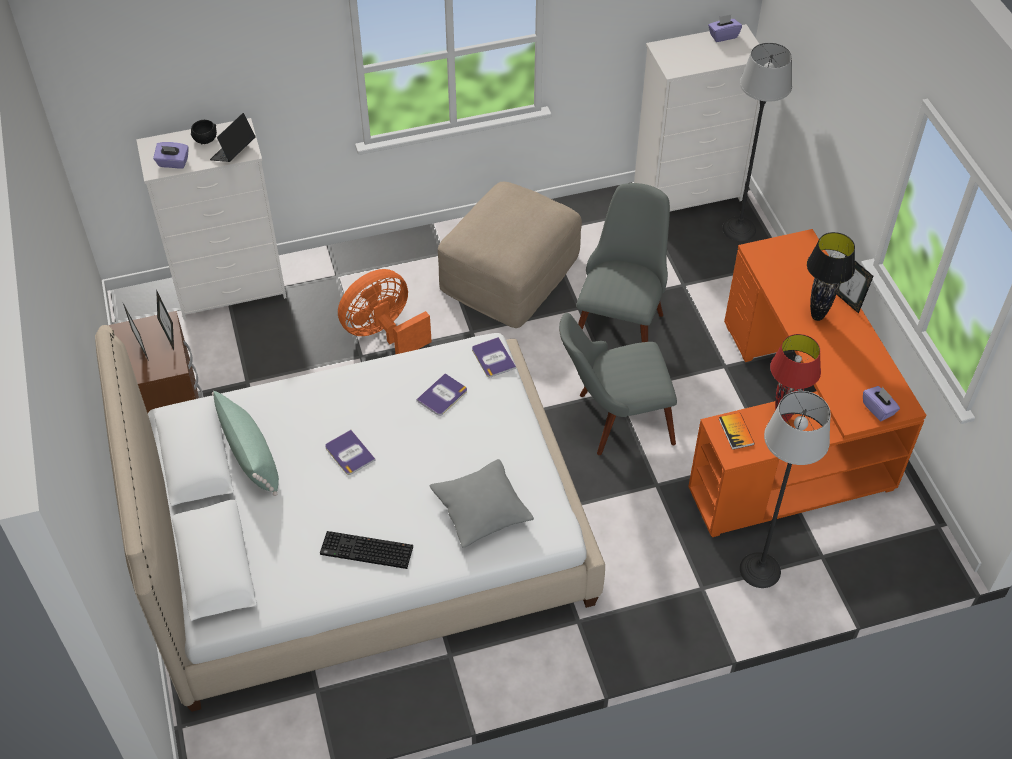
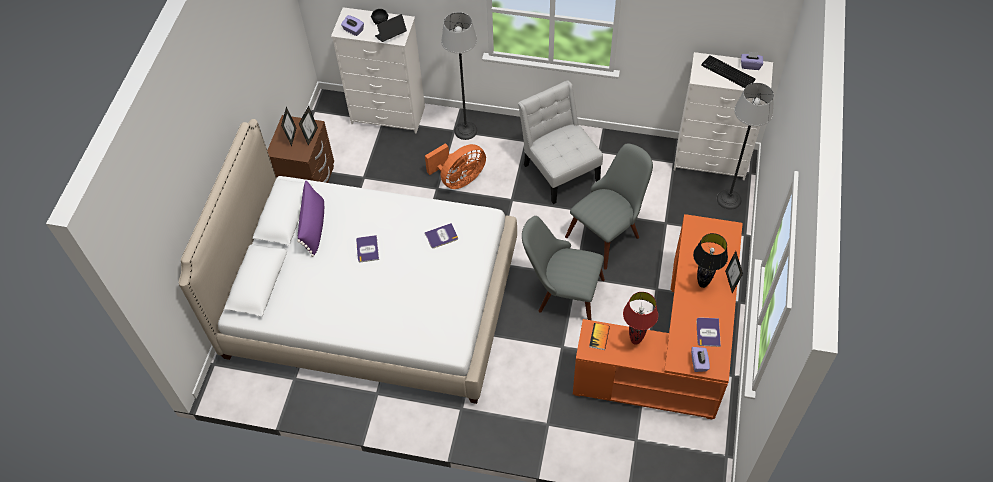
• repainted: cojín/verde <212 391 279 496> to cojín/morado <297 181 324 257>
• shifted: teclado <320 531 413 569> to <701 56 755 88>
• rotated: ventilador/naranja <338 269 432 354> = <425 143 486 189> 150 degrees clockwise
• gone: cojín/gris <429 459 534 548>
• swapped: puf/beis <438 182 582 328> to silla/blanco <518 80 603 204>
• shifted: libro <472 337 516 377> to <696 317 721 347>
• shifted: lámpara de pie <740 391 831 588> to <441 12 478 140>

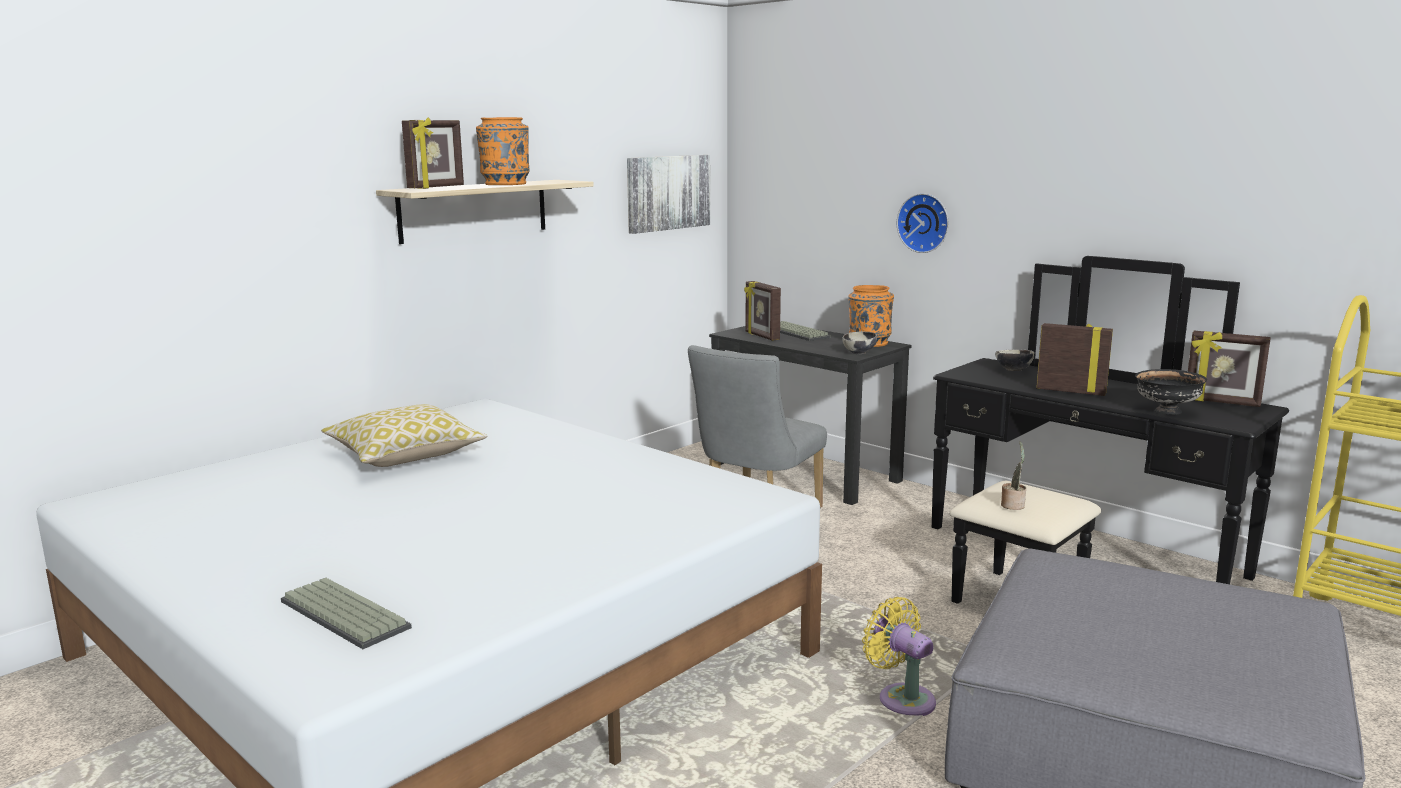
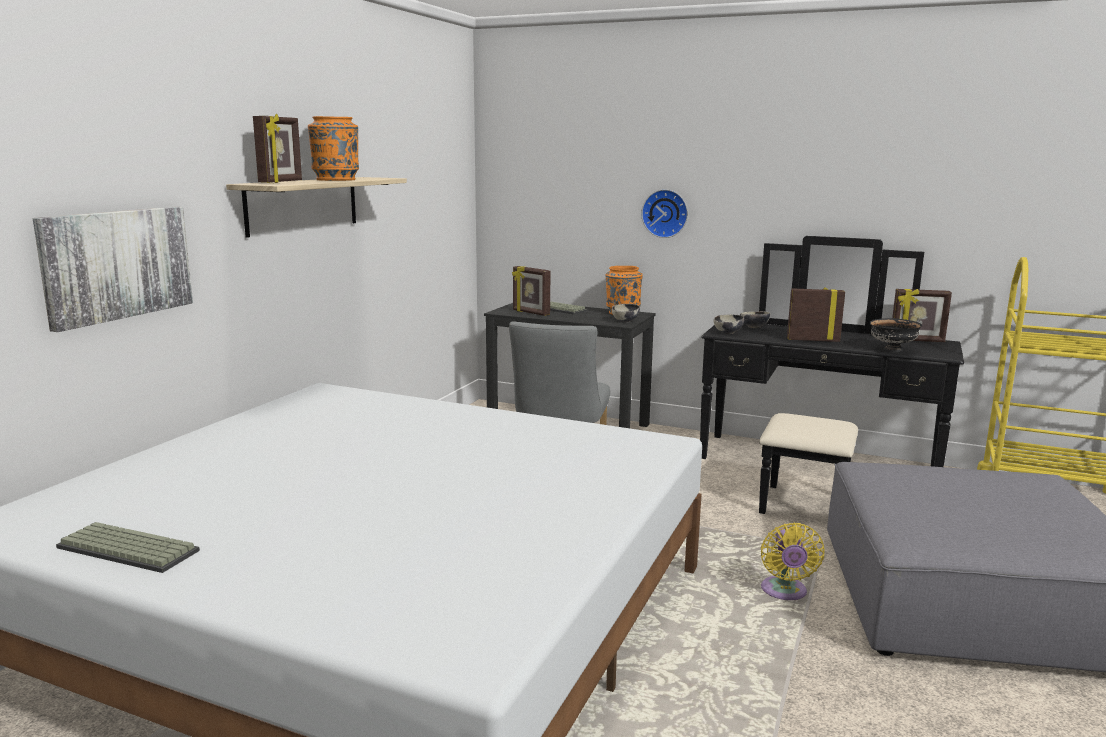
• shifted: teclado <281 578 412 649> to <56 522 200 573>
• gone: cojín <321 404 487 467>
• shifted: cuadro <627 155 710 234> to <33 207 193 332>
• rotated: ventilador/amarillo <862 597 936 716> = <761 522 824 600> 120 degrees counterclockwise
• gone: planta en maceta <1001 441 1026 510>
• new: cuenco <714 314 744 334>

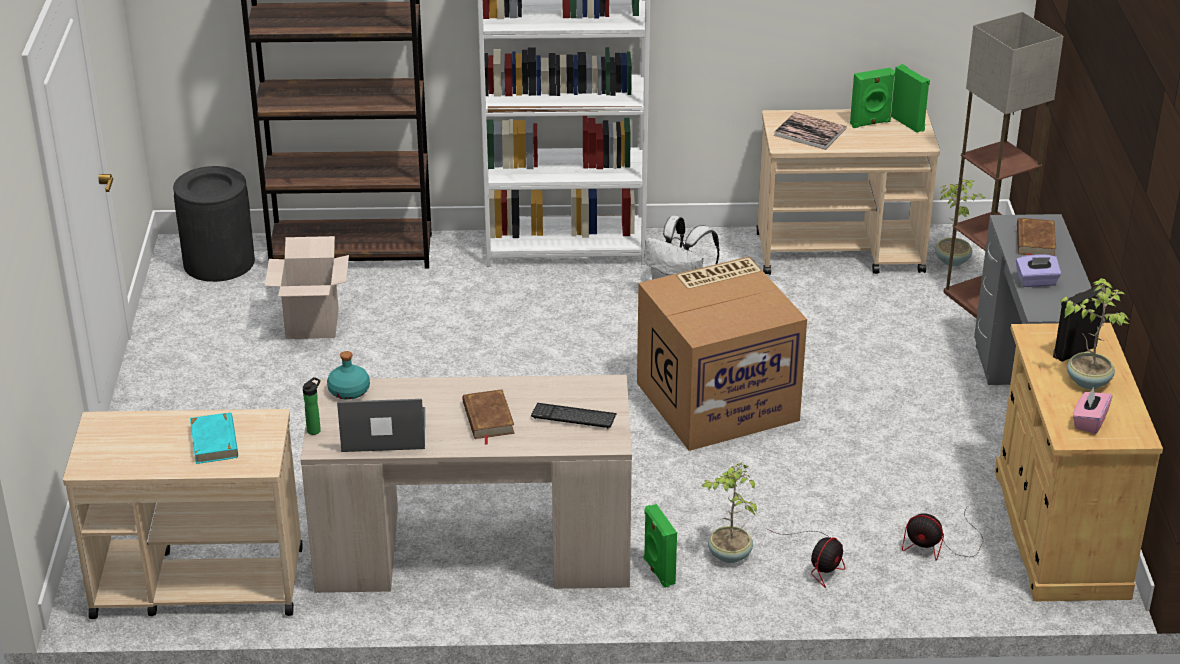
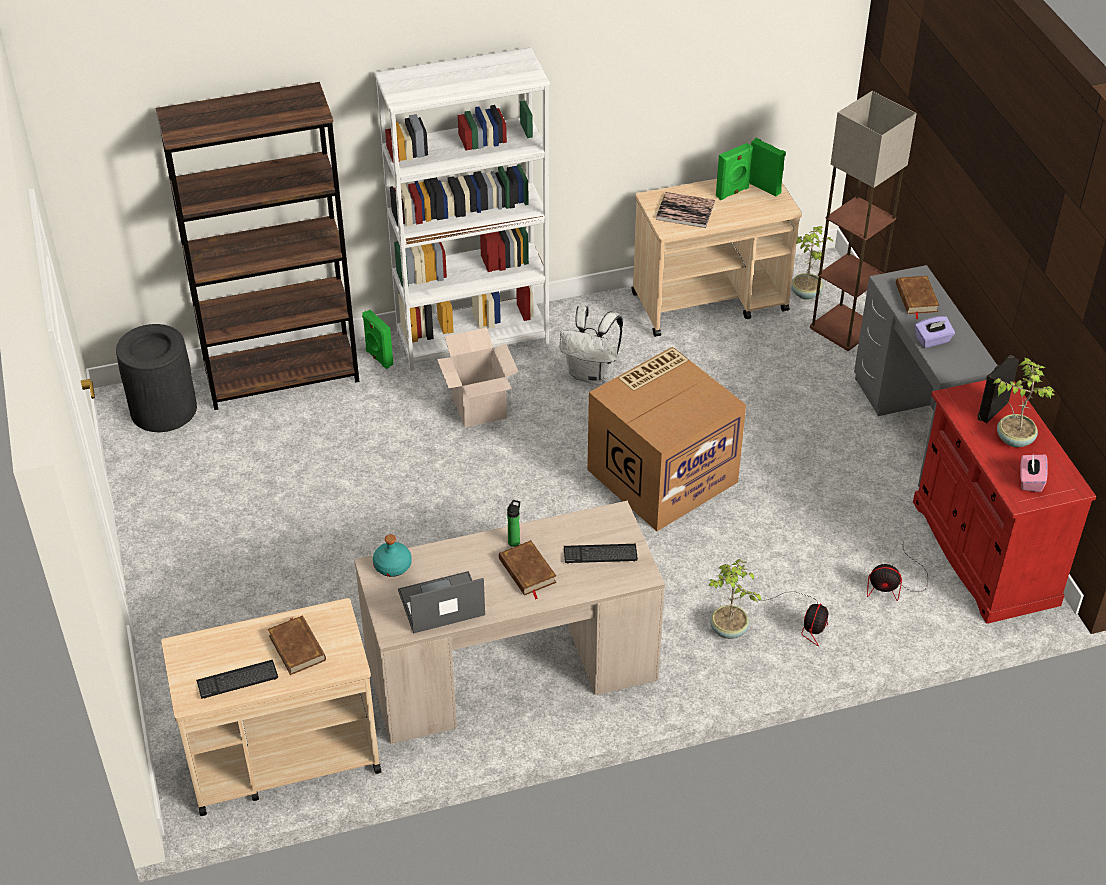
• repainted: libro/turquesa <190 412 238 464> to libro/marrón <268 616 326 675>
• shifted: caja de cartón <265 236 349 339> to <437 328 519 427>
• shifted: botella <303 377 321 435> to <507 500 520 547>
• shifted: altavoz/verde <644 504 677 588> to <362 310 393 369>
• repainted: armario/beis <995 323 1163 601> to armario/rojo <913 380 1096 624>
• new: teclado <196 660 278 699>

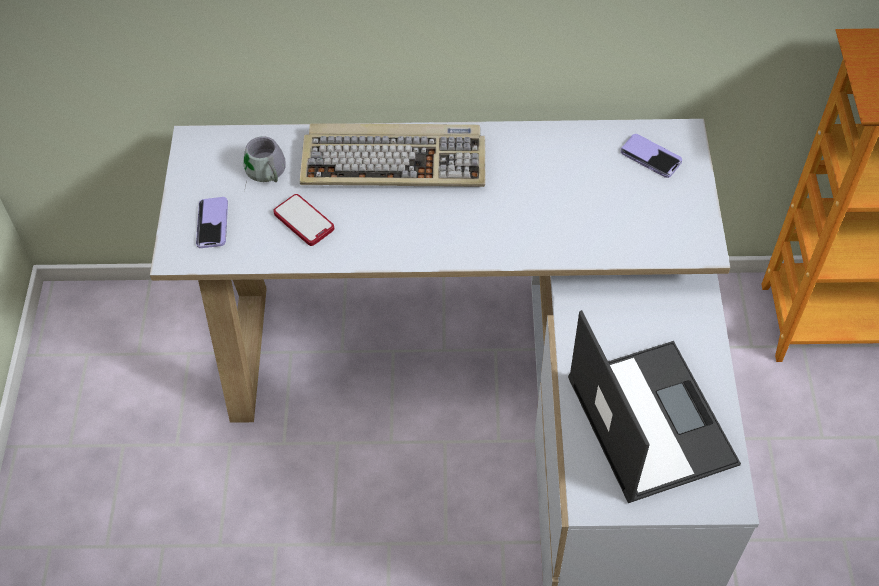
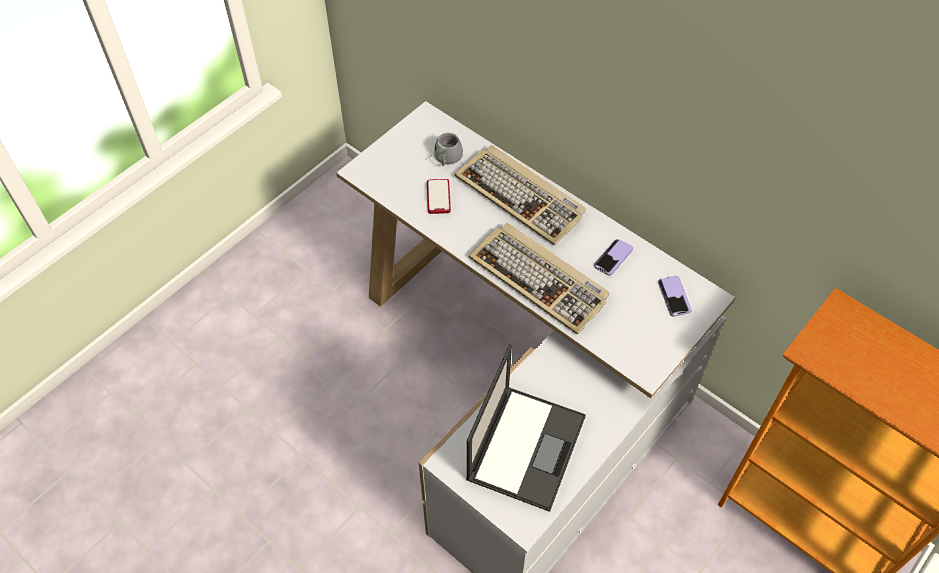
• shifted: móvil <196 197 228 248> to <594 239 633 275>
• new: teclado <469 223 609 334>

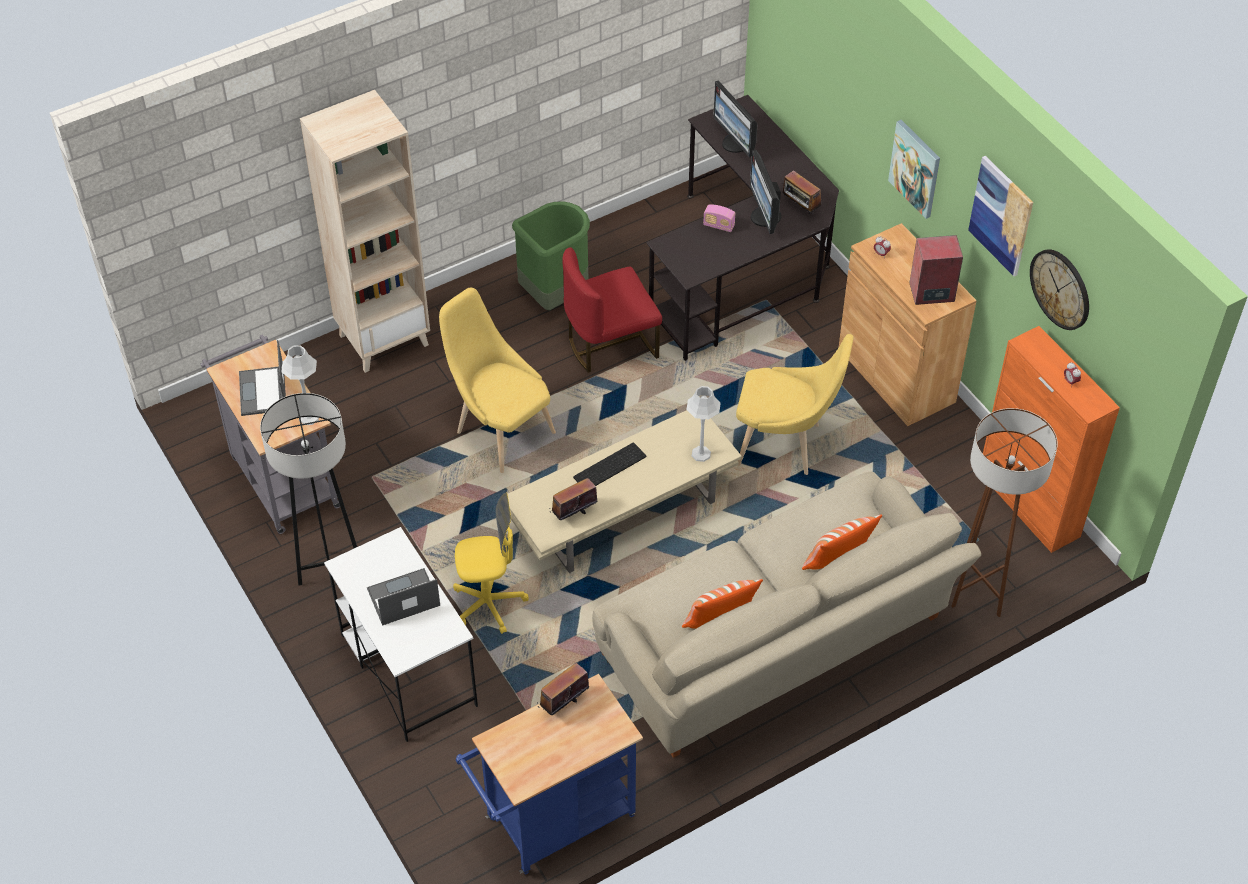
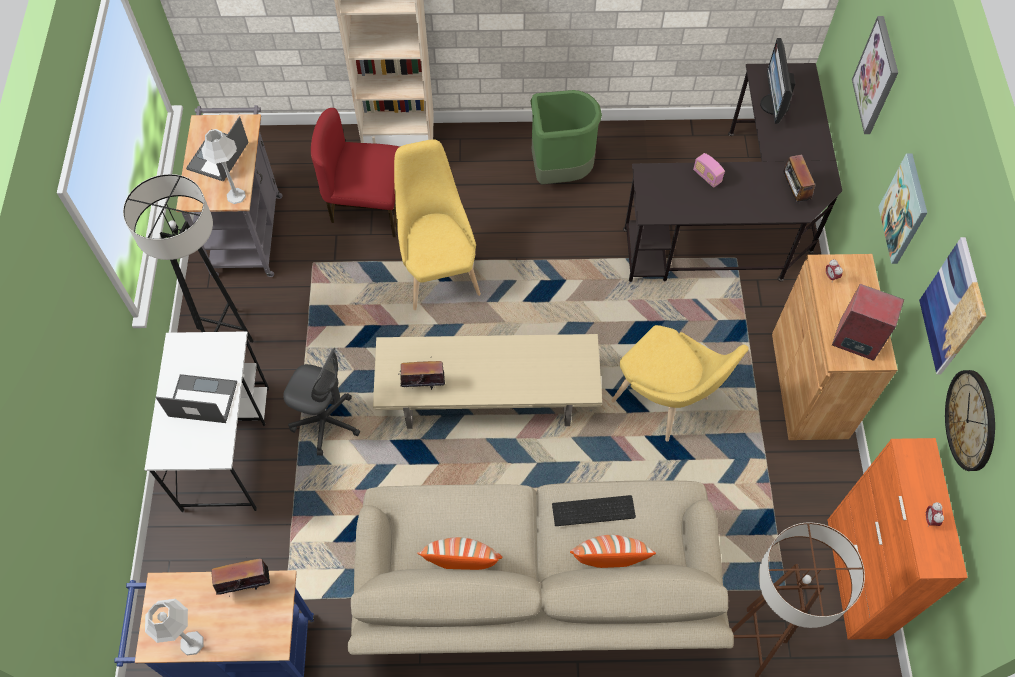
• repainted: silla de oficina/amarillo <453 493 529 634> to silla de oficina/gris <283 348 360 456>
• shifted: silla/rojo <562 247 662 373> to <311 108 400 237>
• shifted: teclado <573 442 646 486> to <552 495 636 526>
• shifted: lámpara de mesa/gris <686 386 721 462> to <145 599 204 655>
• gone: monitor <750 150 781 234>
• new: cuadro <852 16 898 134>

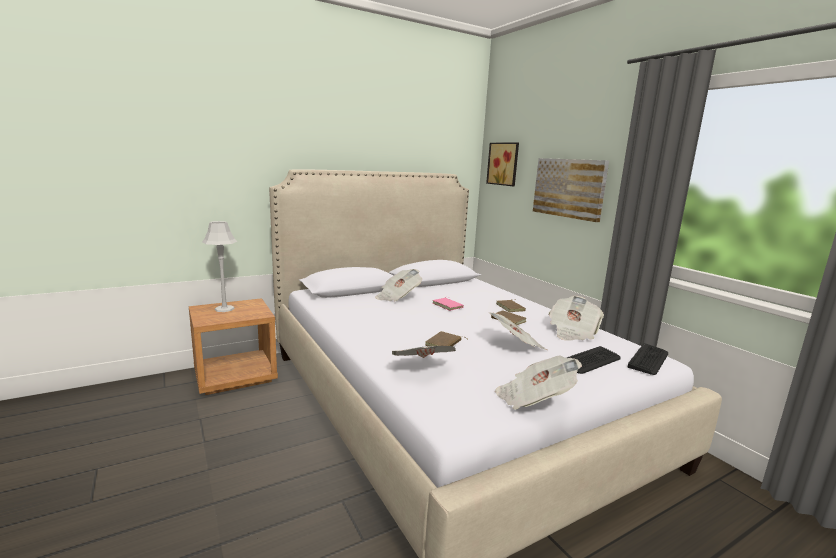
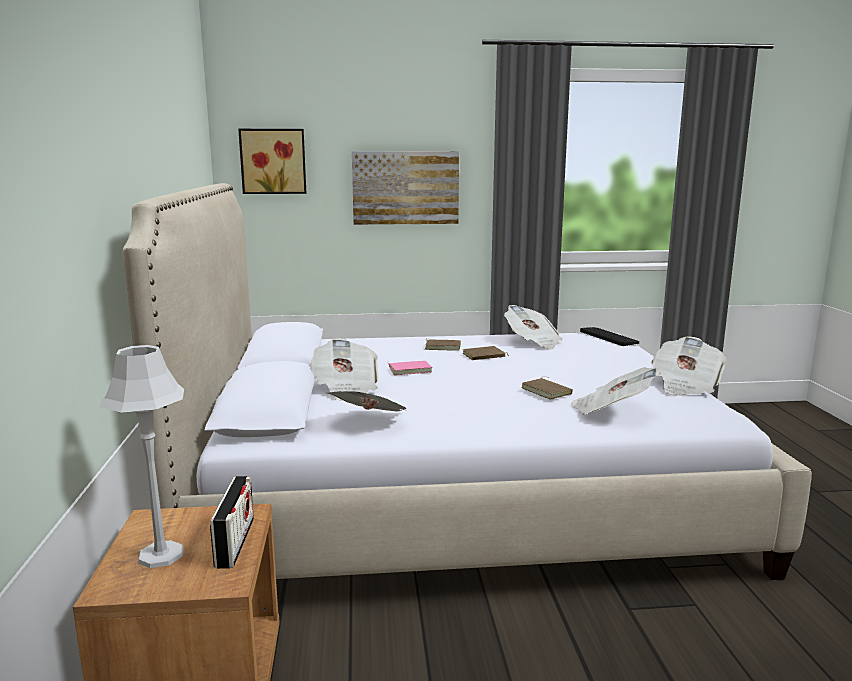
• shifted: periódico <488 312 547 350> to <327 391 407 411>
• gone: teclado <567 346 621 374>
• new: radio <210 476 254 569>

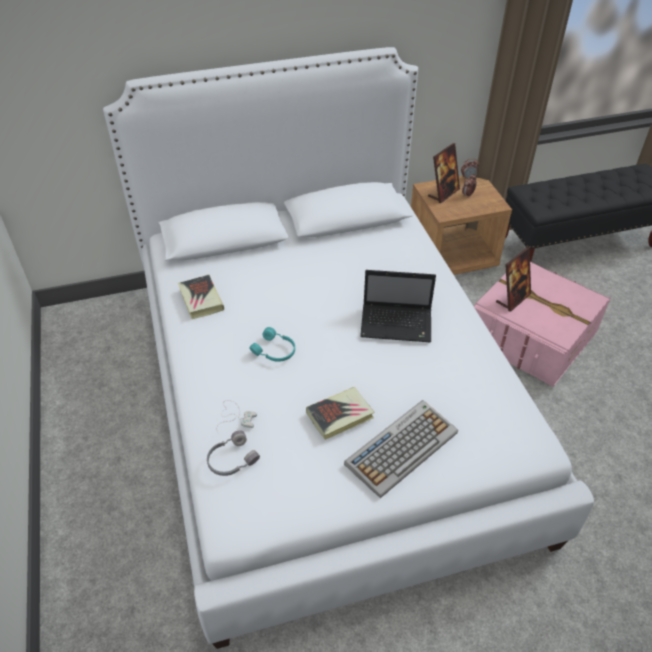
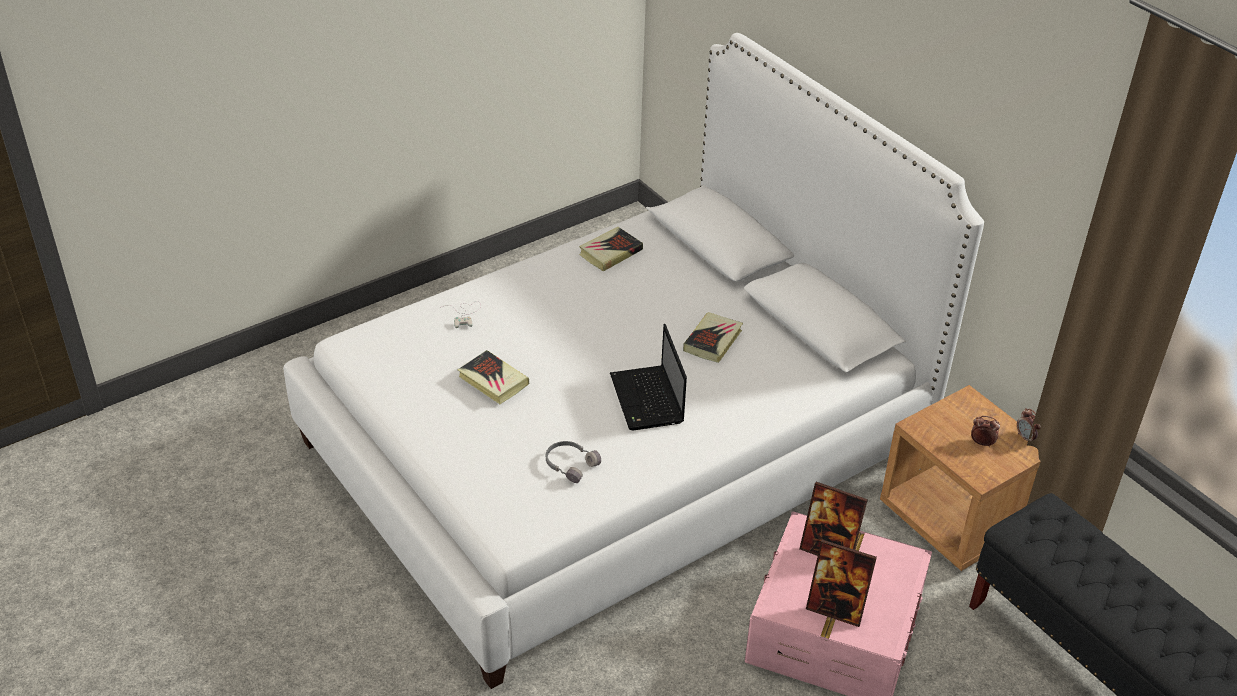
• shifted: auriculares/gris <207 430 260 476> to <546 441 601 483>
• gone: auriculares/turquesa <249 327 295 362>
• gone: teclado <344 400 458 498>
• shifted: portarretratos <428 143 460 203> to <806 540 877 627>
• new: libro <683 312 743 363>

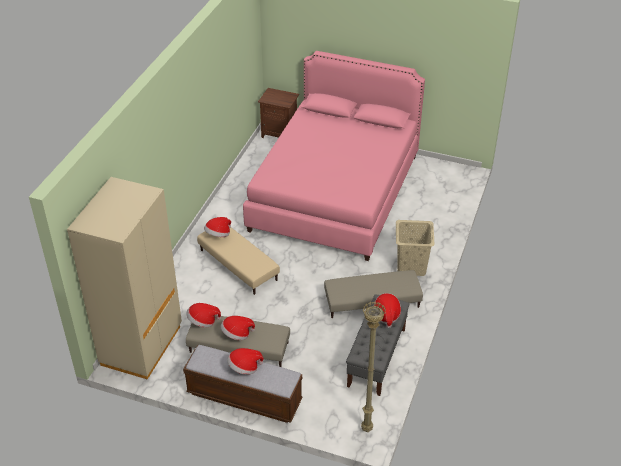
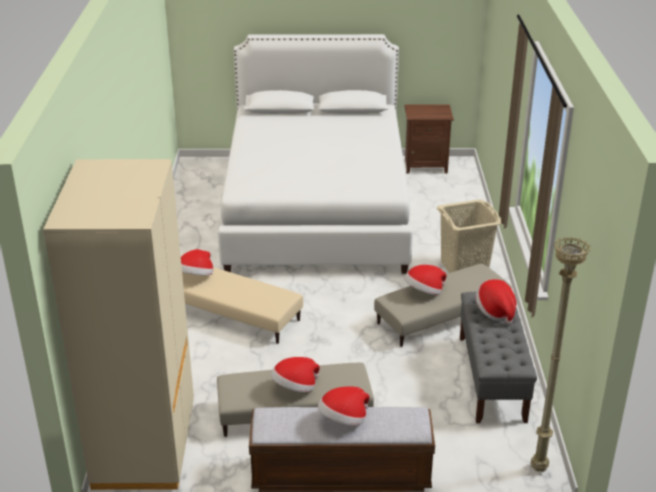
• shifted: sombrero <186 303 221 328> to <404 265 446 295>
• repainted: cama/rosa <243 51 425 261> to cama/blanco <218 34 413 274>
• shifted: mesita de noche/marrón <258 88 299 138> to <404 105 454 174>

